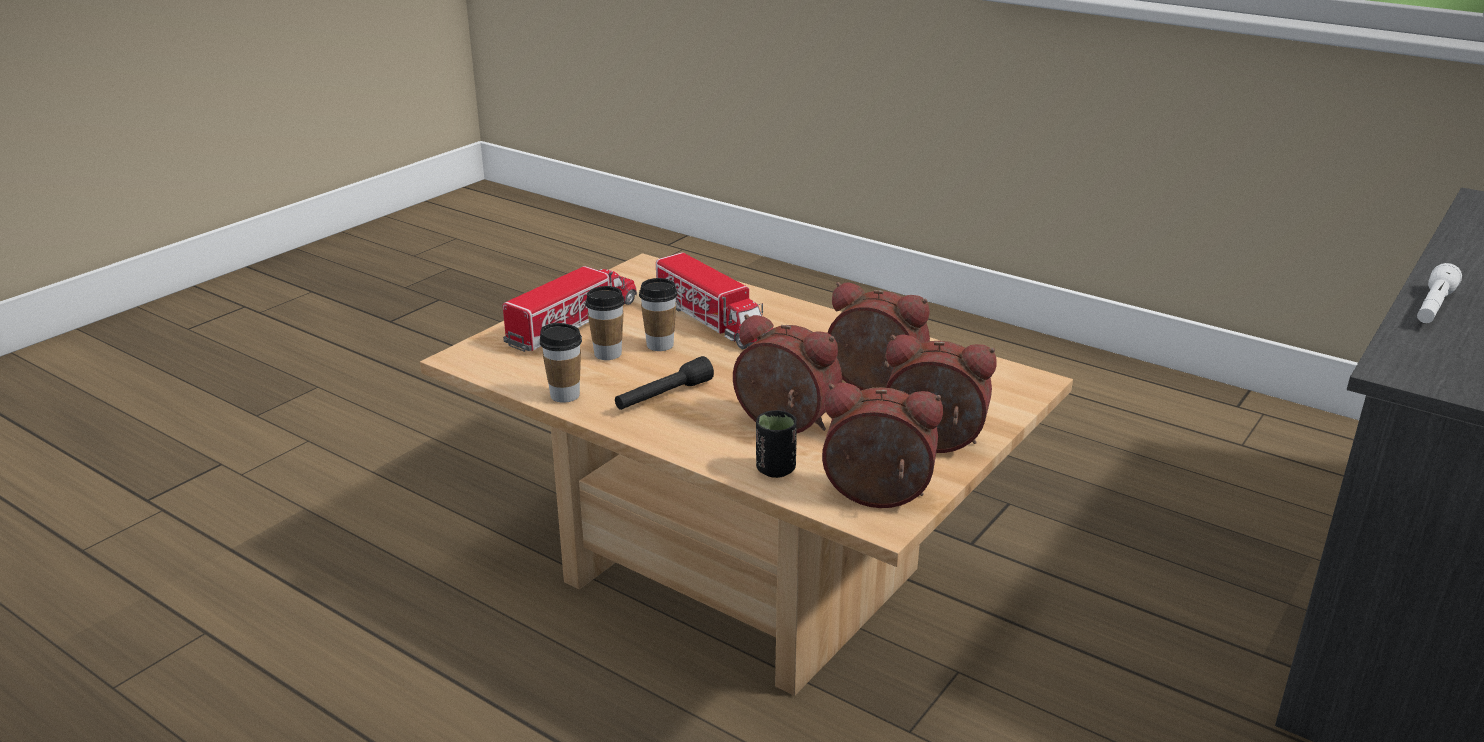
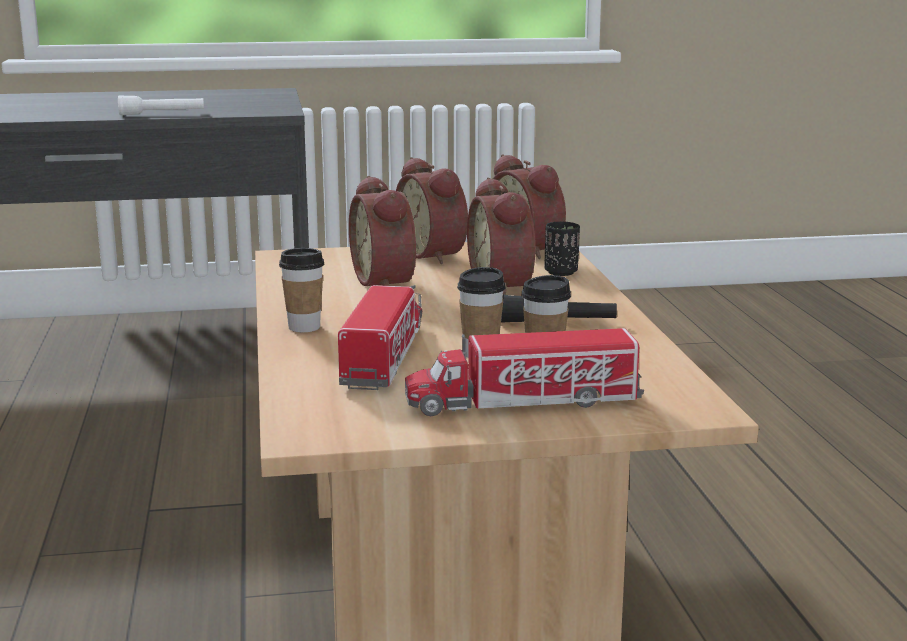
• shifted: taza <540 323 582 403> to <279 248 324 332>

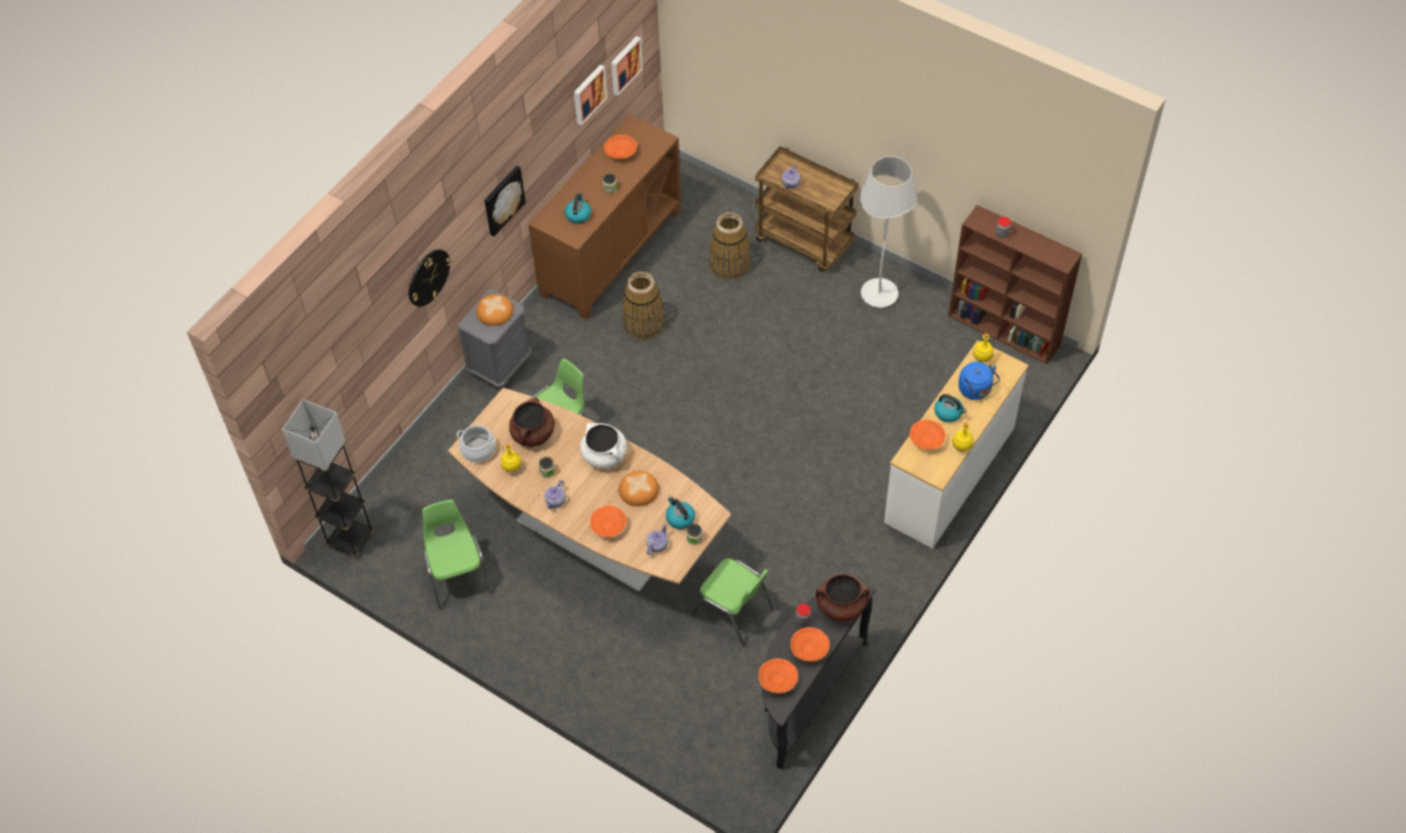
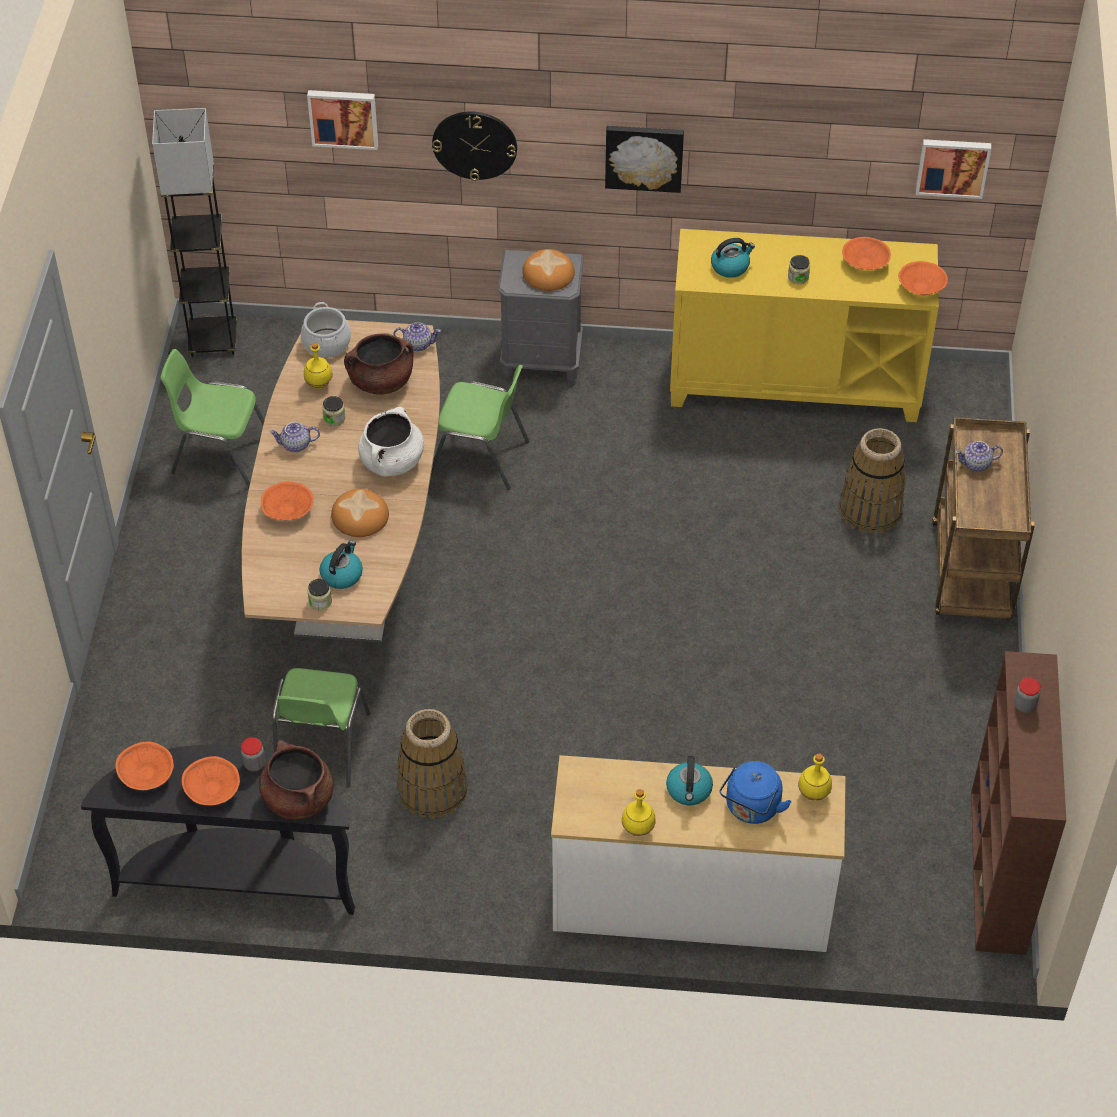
• rotated: silla/verde <422 500 492 610> = <161 349 265 488> 120 degrees counterclockwise
• repainted: armario/marrón <528 115 681 320> to armario/amarillo <670 229 939 422>
• shifted: cuadro <574 65 607 125> to <307 90 378 150>
• shifted: cesta <623 272 665 340> to <397 709 468 819>
• shifted: tetera <646 524 668 555> to <393 322 441 351>
• gone: lámpara de pie/blanco <860 156 917 308>
• shifted: cuenco/naranja <909 420 946 449> to <898 261 948 295>

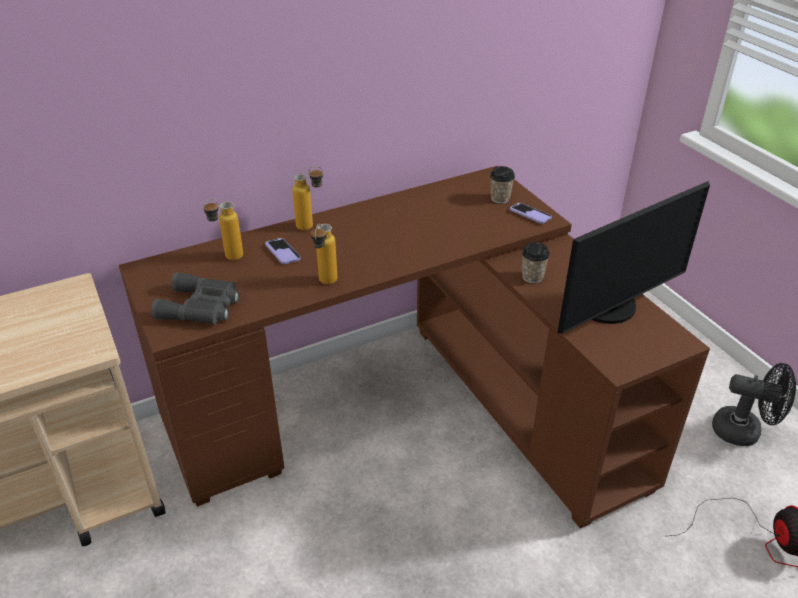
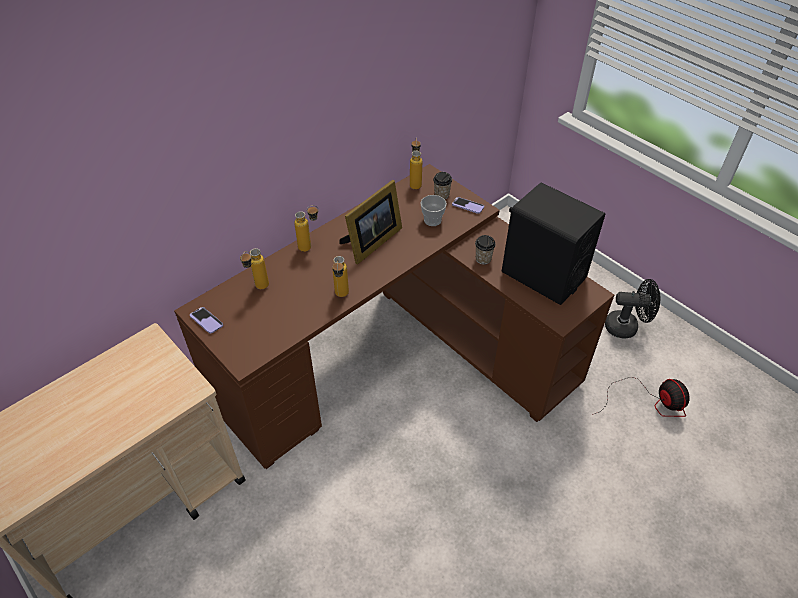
• gone: prismáticos/gris <151 272 240 324>
• shifted: móvil <265 238 301 264> to <190 307 223 333>
• swapped: monitor <557 181 710 334> to altavoz/negro <502 182 605 305>
• new: portarretratos <339 180 402 265>
• new: botella <410 139 422 190>
• new: taza <420 195 447 226>

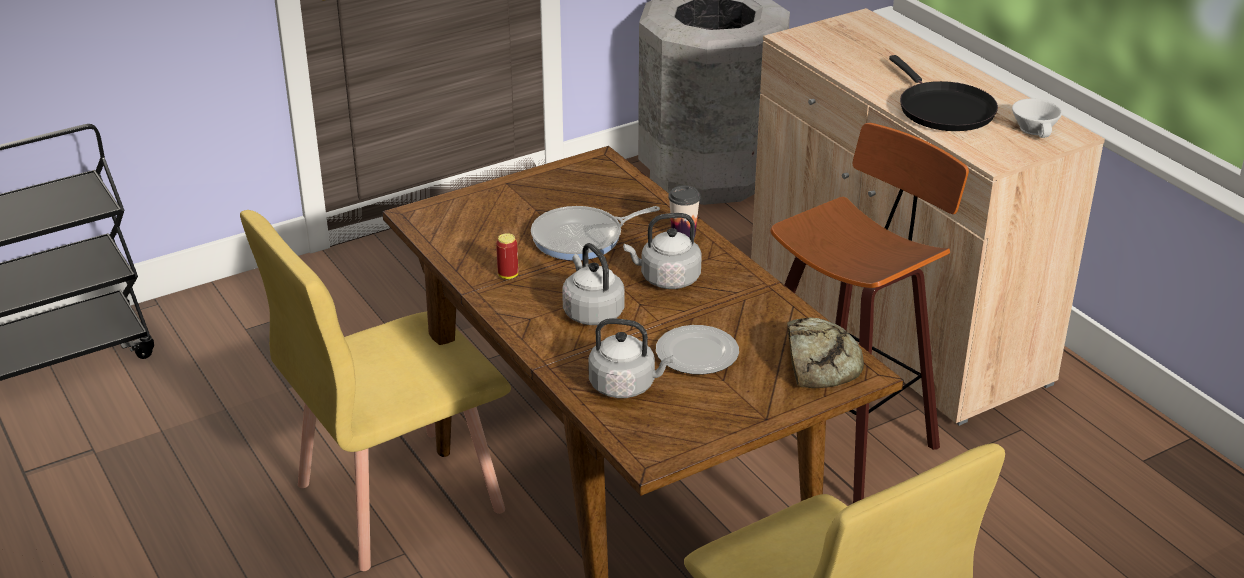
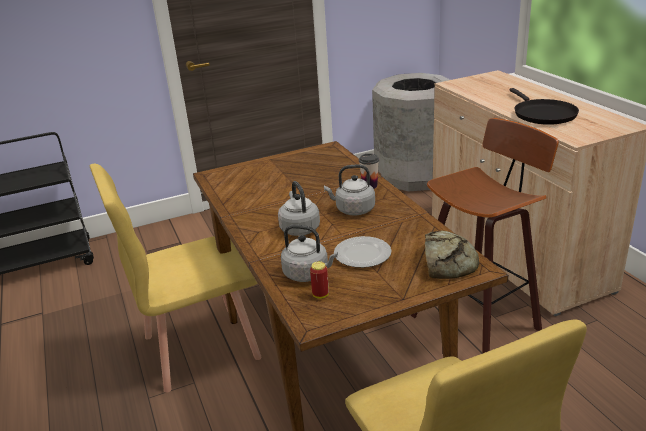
• shifted: lata <496 233 519 279> to <310 261 329 299>
• gone: sartén <531 206 660 261>
• gone: taza/blanco <1012 98 1062 138>

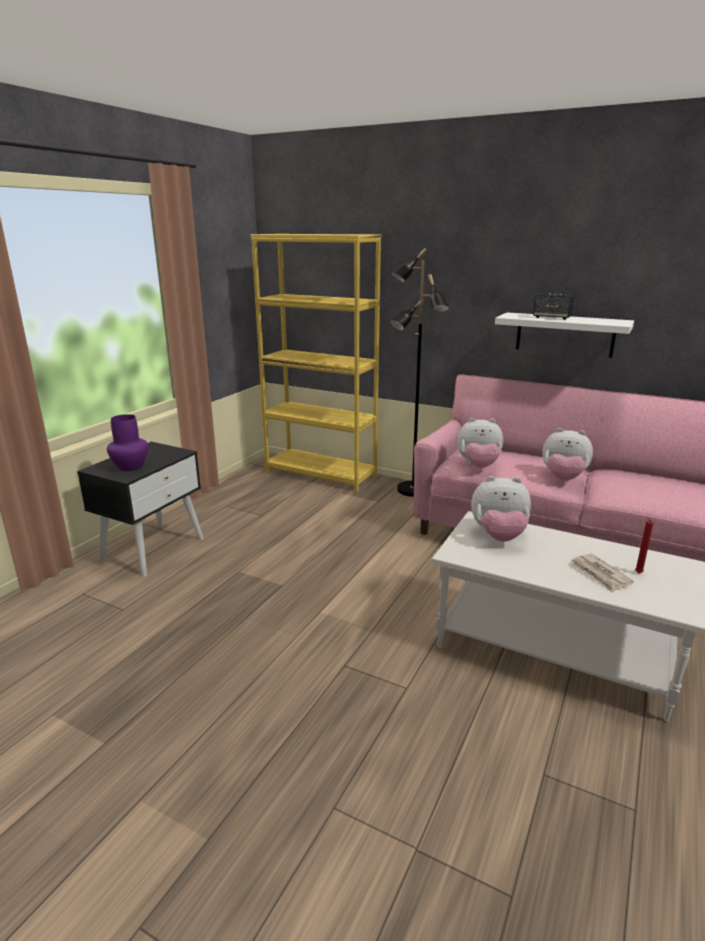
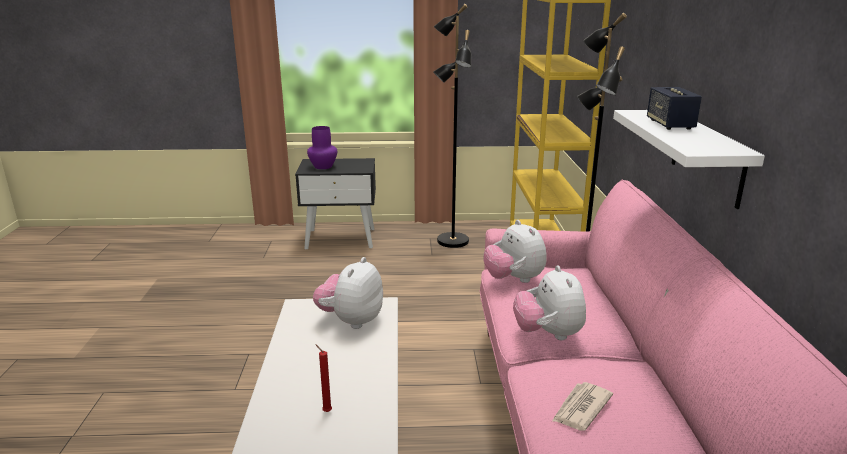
• rotated: peluche <471 476 531 542> = <313 257 383 329> 45 degrees clockwise
• shifted: periódico <571 554 634 593> to <552 382 613 431>
• new: lámpara de pie/negro <433 4 471 248>

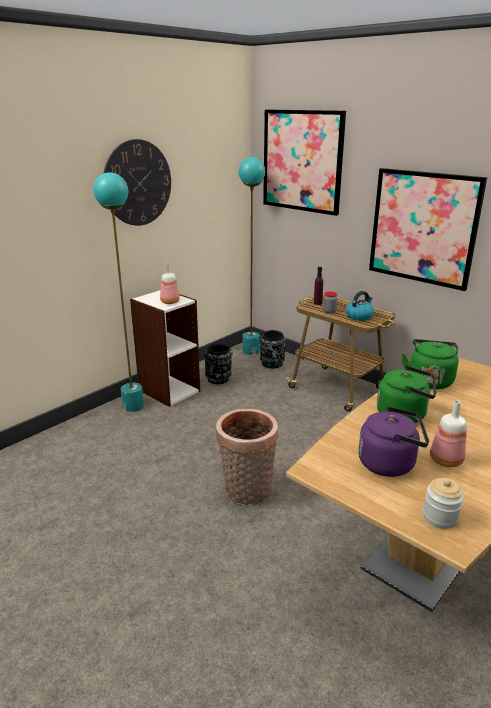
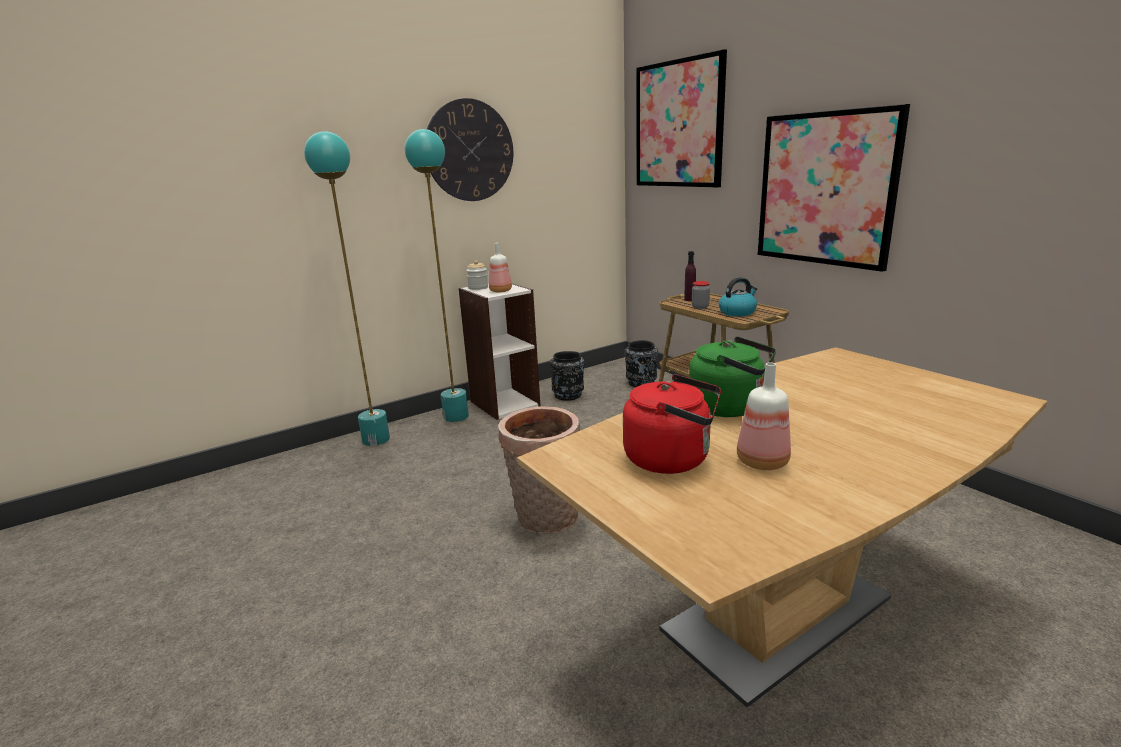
• shifted: lámpara de pie/turquesa <239 157 265 355> to <304 131 390 446>
• repainted: hervidor/morado <358 406 429 477> to hervidor/rojo <623 374 721 474>
• gone: hervidor/verde <402 339 459 389>
• shifted: tarro <423 478 464 529> to <466 261 488 290>

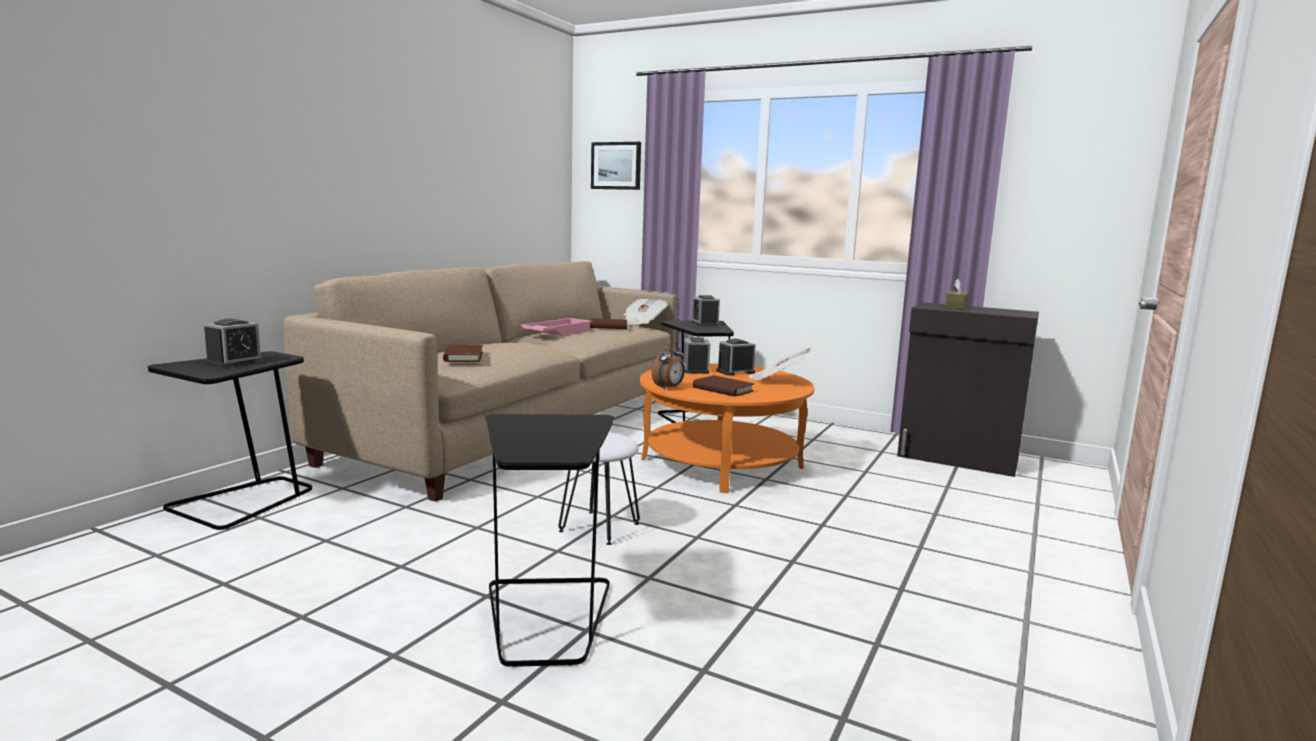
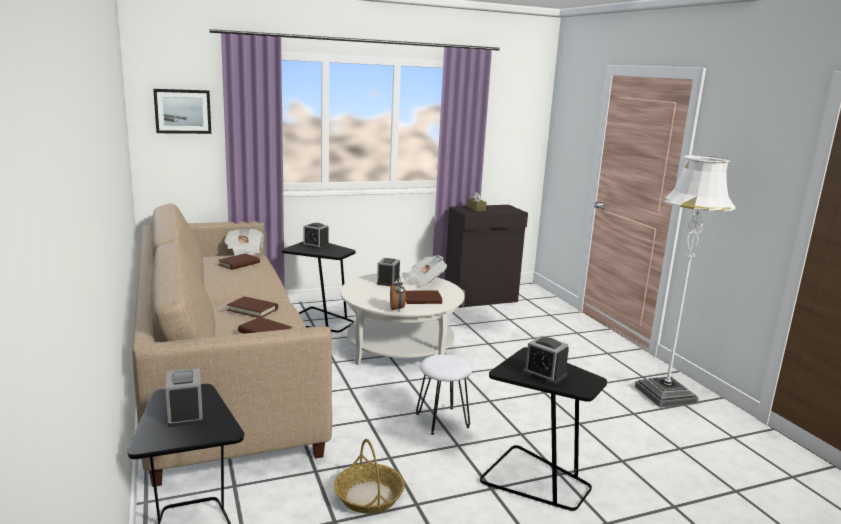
• gone: bandeja/rosa <520 318 592 335>
• repainted: mesa de centro/naranja <640 363 814 493> to mesa de centro/blanco <340 272 464 365>
• shifted: despertador <683 337 710 374> to <523 336 569 385>
• new: libro/marrón <227 296 278 318>
• new: cesta <334 439 405 514>
• new: lámpara de pie/blanco <635 155 736 408>

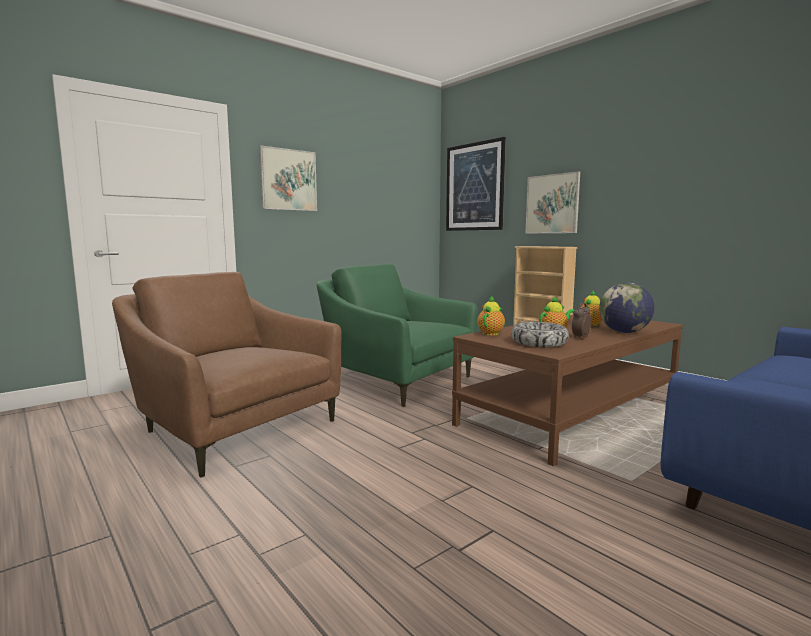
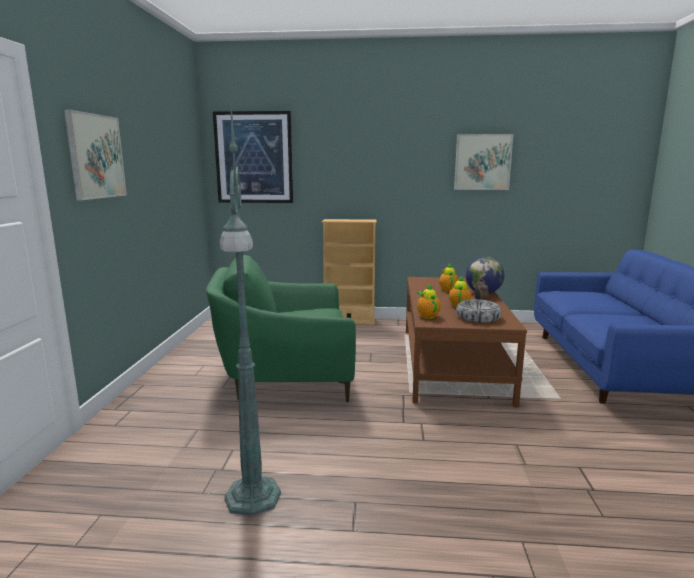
• swapped: sillón/marrón <112 272 342 478> to lámpara de pie/verde <220 106 281 516>
• shifted: cuadro <526 171 580 233> to <454 134 513 190>

